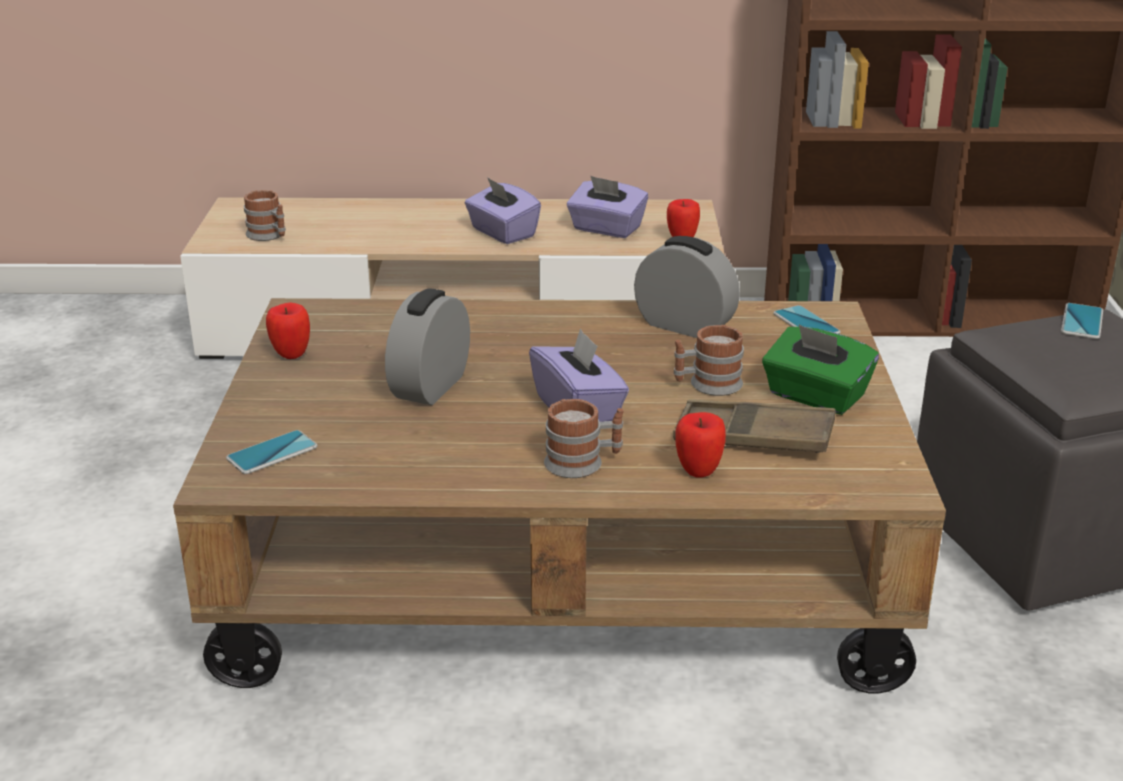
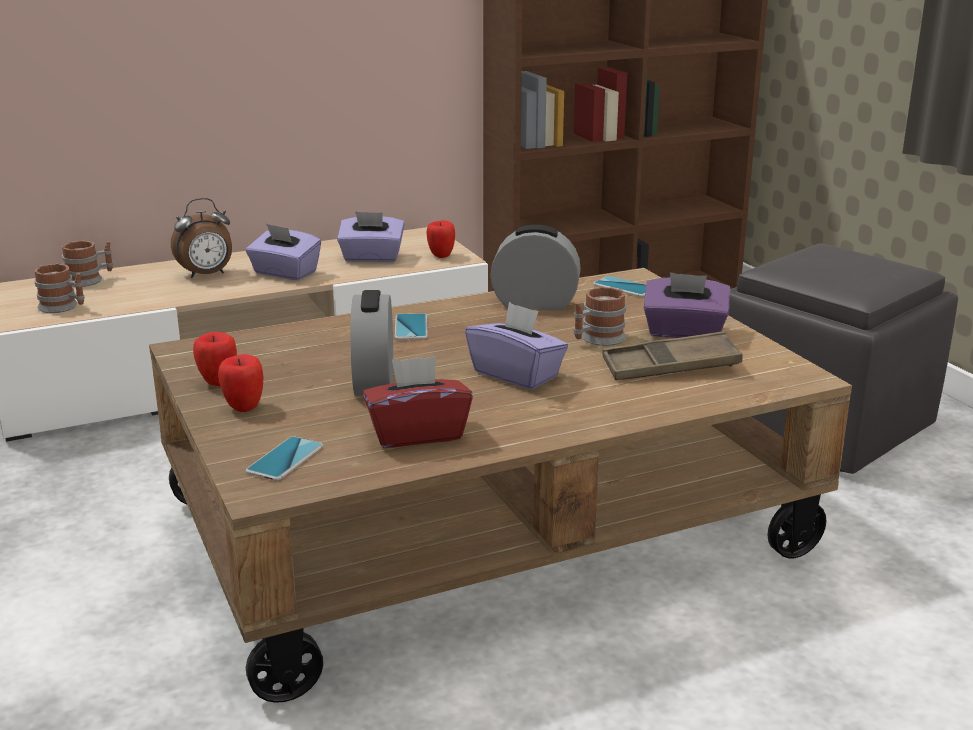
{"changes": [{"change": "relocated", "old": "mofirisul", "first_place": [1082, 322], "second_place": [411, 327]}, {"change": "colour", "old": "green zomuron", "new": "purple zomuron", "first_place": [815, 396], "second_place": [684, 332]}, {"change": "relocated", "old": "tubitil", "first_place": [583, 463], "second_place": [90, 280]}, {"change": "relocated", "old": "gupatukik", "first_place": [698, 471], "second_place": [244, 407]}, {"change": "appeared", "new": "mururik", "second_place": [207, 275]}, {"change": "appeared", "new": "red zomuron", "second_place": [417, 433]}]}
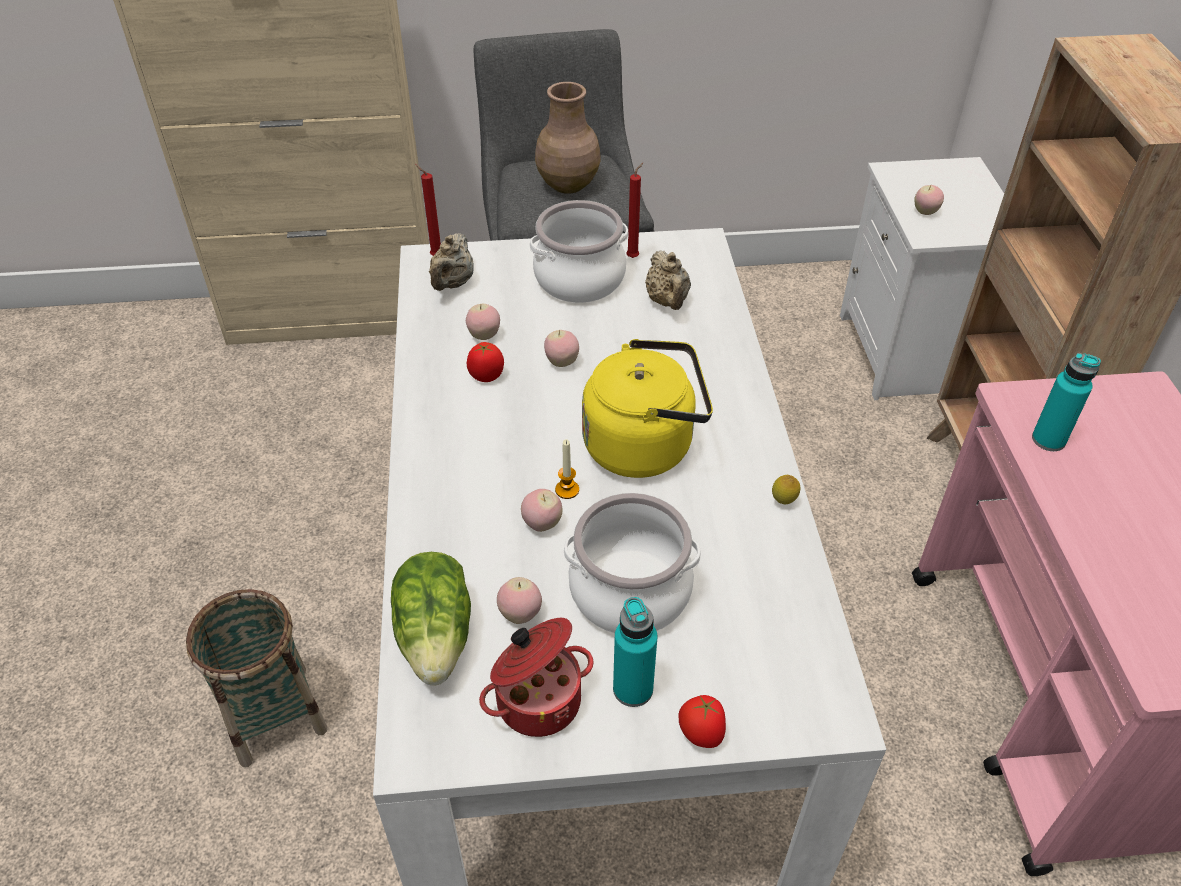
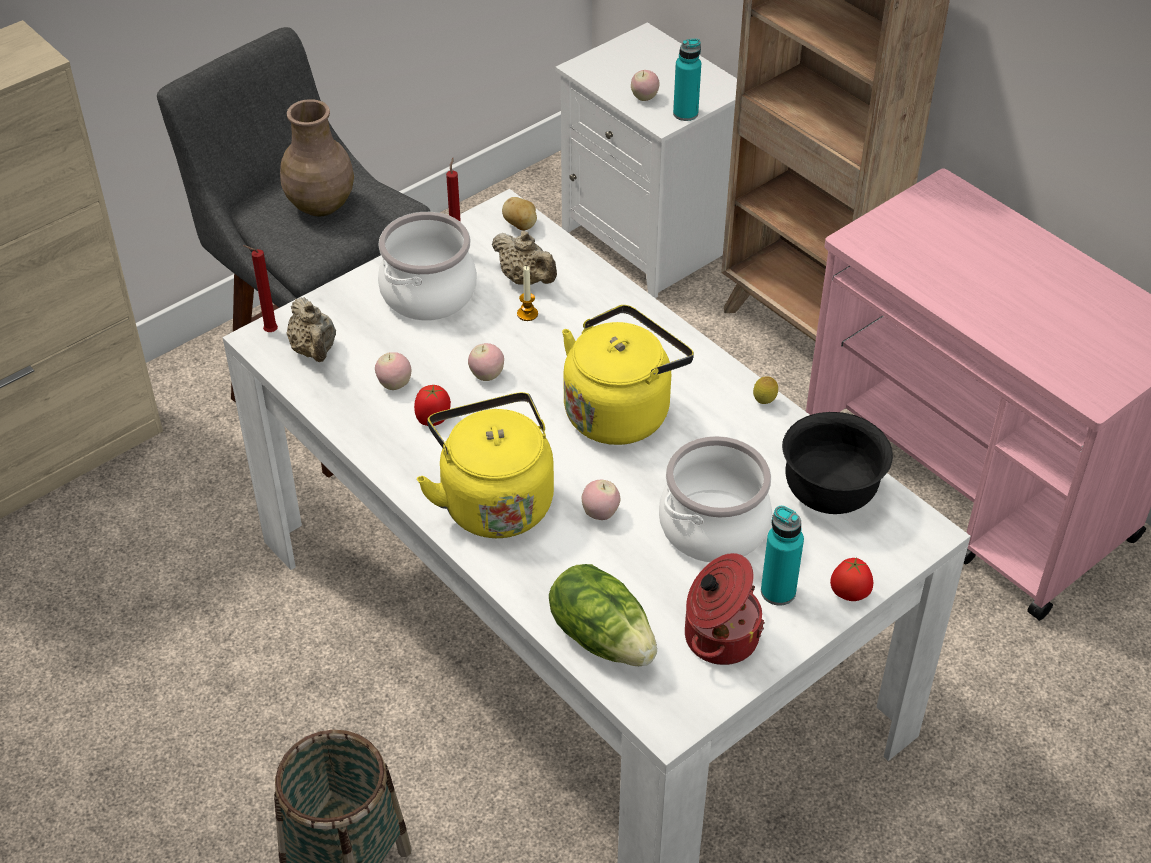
{"changes": [{"change": "relocated", "old": "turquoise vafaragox", "first_place": [1048, 440], "second_place": [685, 113]}, {"change": "relocated", "old": "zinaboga", "first_place": [567, 490], "second_place": [527, 314]}, {"change": "missing", "old": "gupatukik", "first_place": [520, 614]}, {"change": "appeared", "new": "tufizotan", "second_place": [520, 225]}, {"change": "appeared", "new": "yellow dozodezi", "second_place": [494, 500]}, {"change": "appeared", "new": "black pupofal", "second_place": [830, 495]}]}
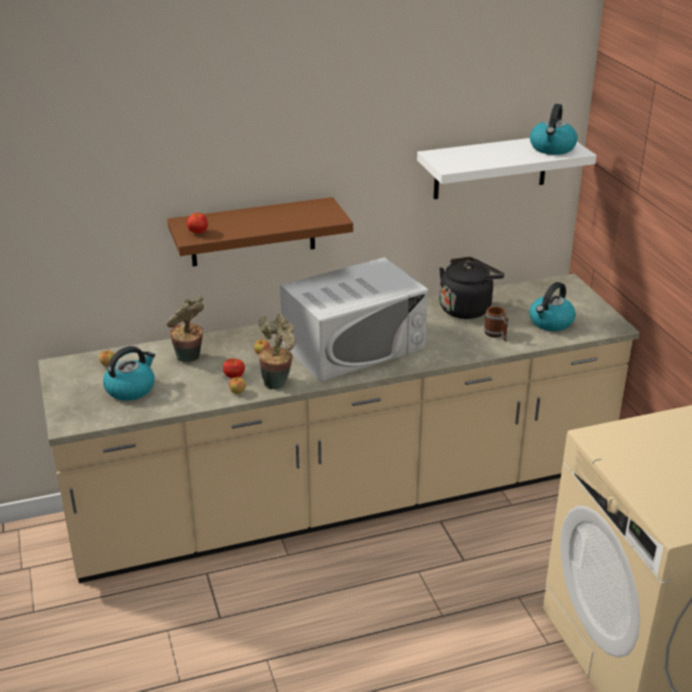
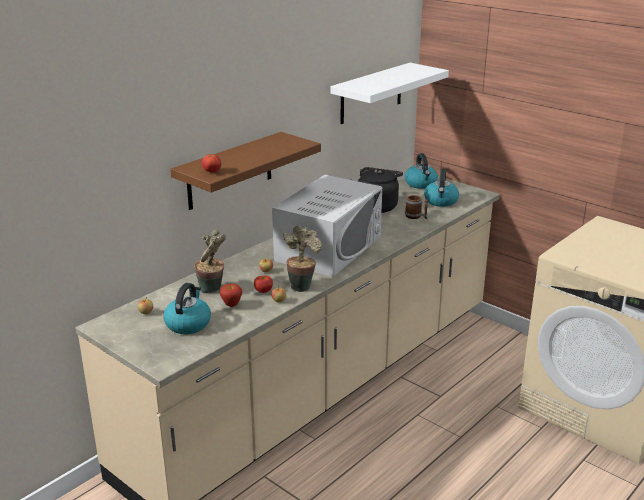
{"changes": [{"change": "relocated", "old": "dozodezi", "first_place": [552, 148], "second_place": [421, 184]}, {"change": "appeared", "new": "gupatukik", "second_place": [231, 305]}]}
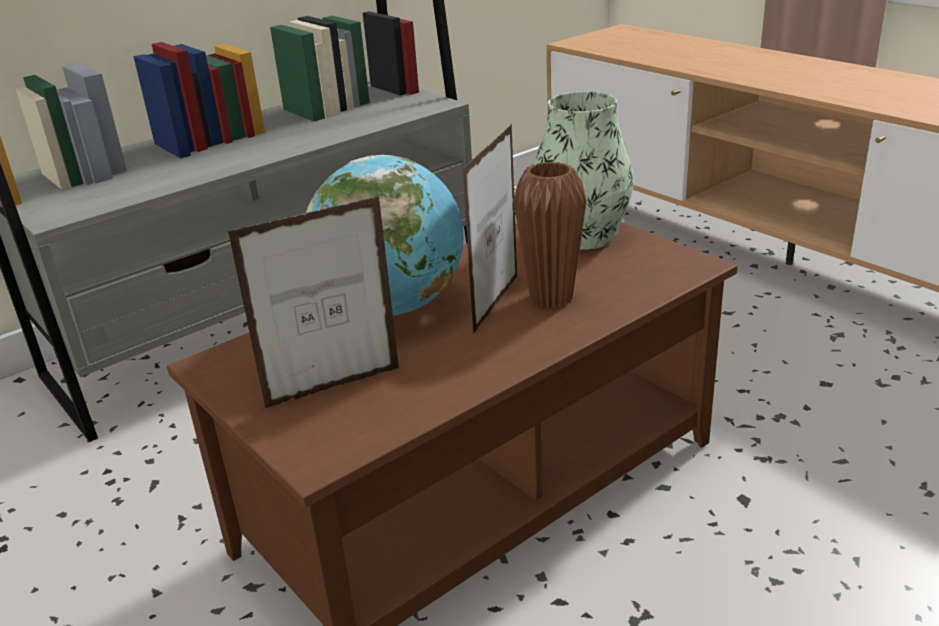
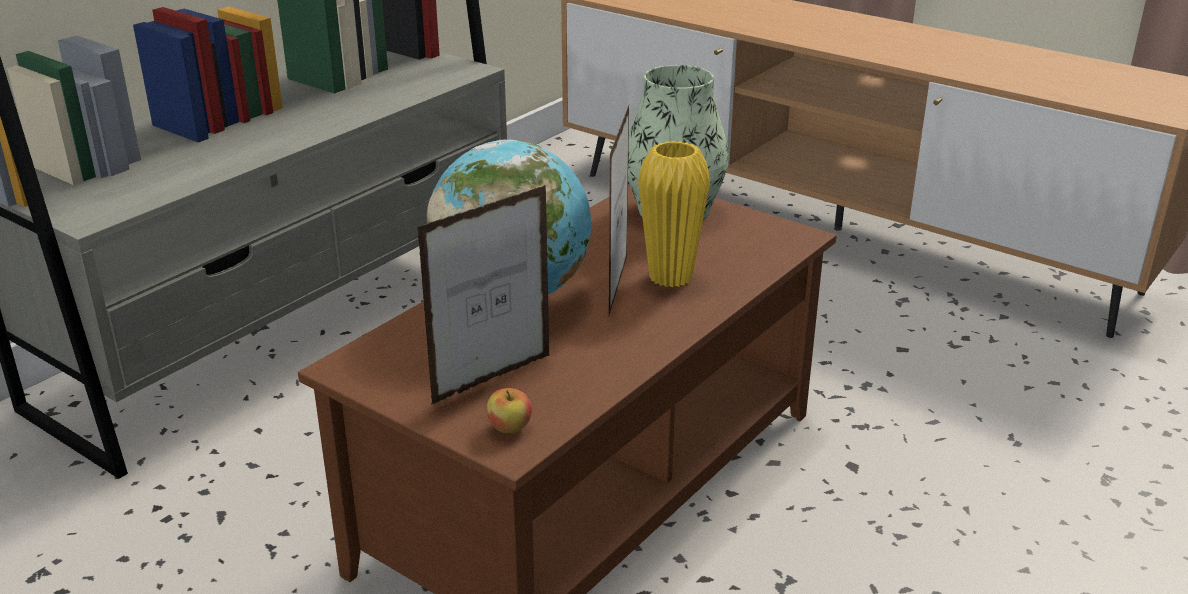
{"changes": [{"change": "colour", "old": "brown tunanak", "new": "yellow tunanak", "first_place": [551, 298], "second_place": [670, 277]}, {"change": "appeared", "new": "gupatukik", "second_place": [510, 428]}]}
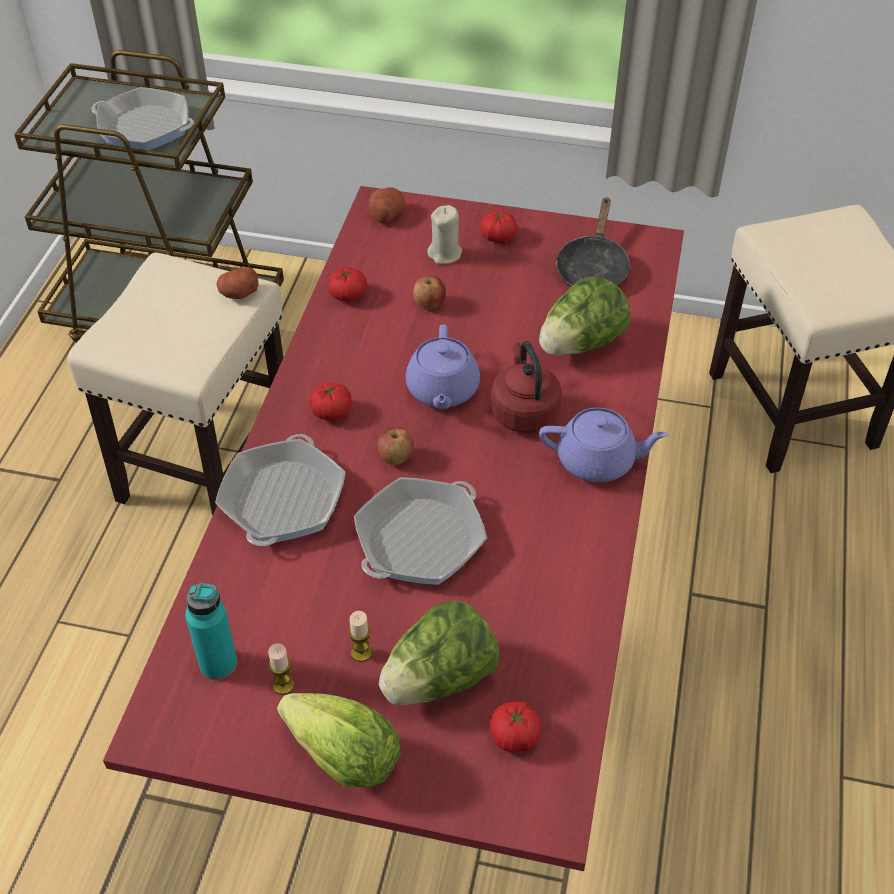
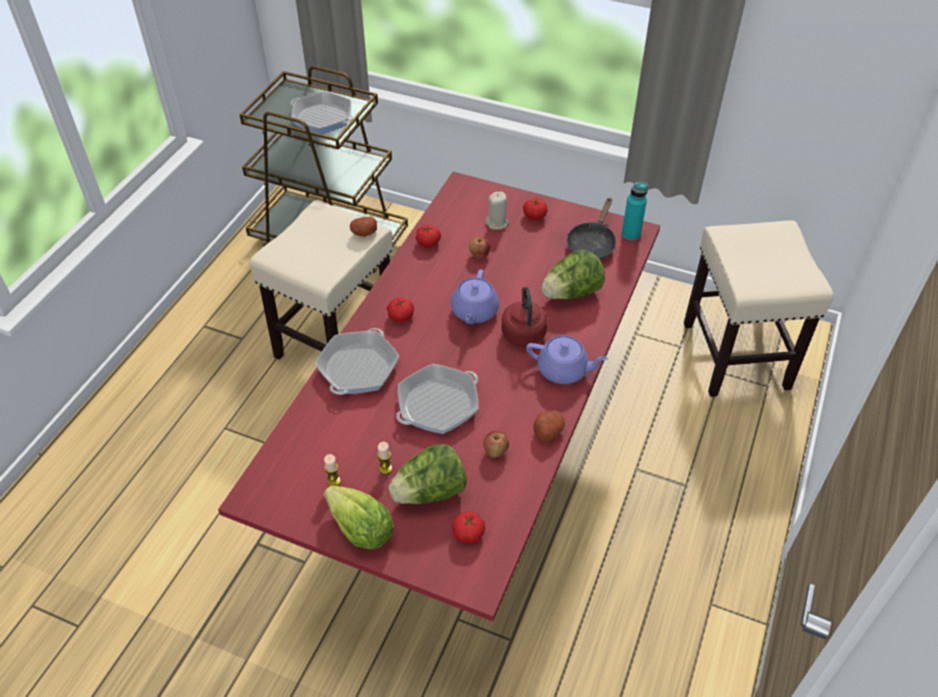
{"changes": [{"change": "relocated", "old": "tufizotan", "first_place": [386, 214], "second_place": [548, 431]}, {"change": "relocated", "old": "gupatukik", "first_place": [395, 457], "second_place": [495, 451]}, {"change": "relocated", "old": "turquoise vafaragox", "first_place": [218, 663], "second_place": [631, 234]}]}
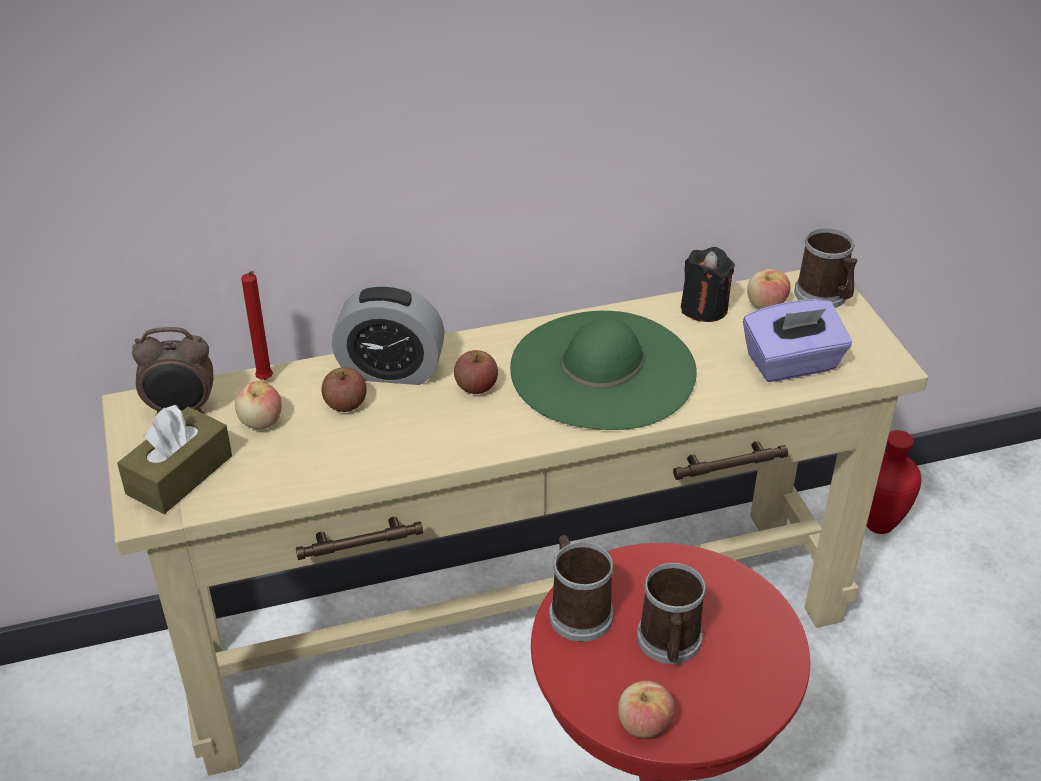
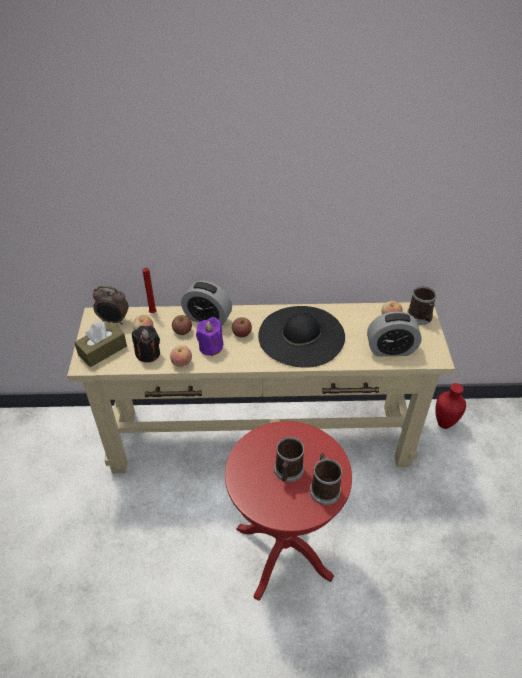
{"changes": [{"change": "relocated", "old": "black zinaboga", "first_place": [704, 308], "second_place": [148, 354]}, {"change": "exchanged", "old": "purple zomuron", "new": "mururik", "first_place": [792, 364], "second_place": [391, 349]}, {"change": "colour", "old": "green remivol", "new": "black remivol", "first_place": [603, 370], "second_place": [301, 336]}, {"change": "relocated", "old": "tubitil", "first_place": [577, 610], "second_place": [324, 487]}, {"change": "relocated", "old": "gupatukik", "first_place": [643, 724], "second_place": [181, 362]}, {"change": "appeared", "new": "purple zinaboga", "second_place": [210, 347]}]}
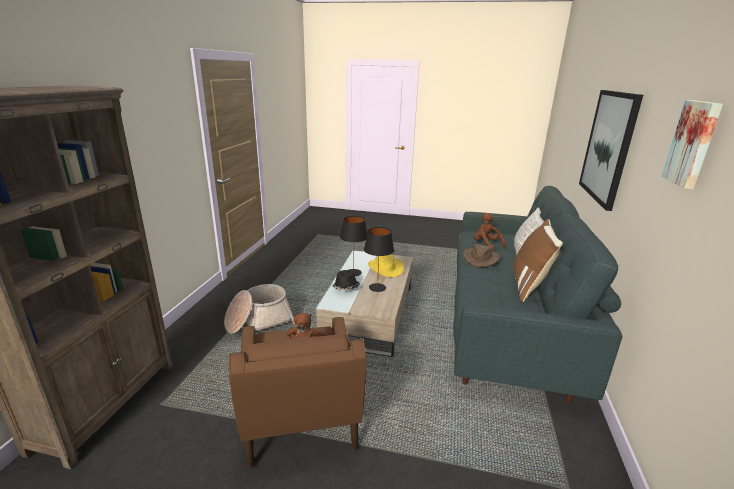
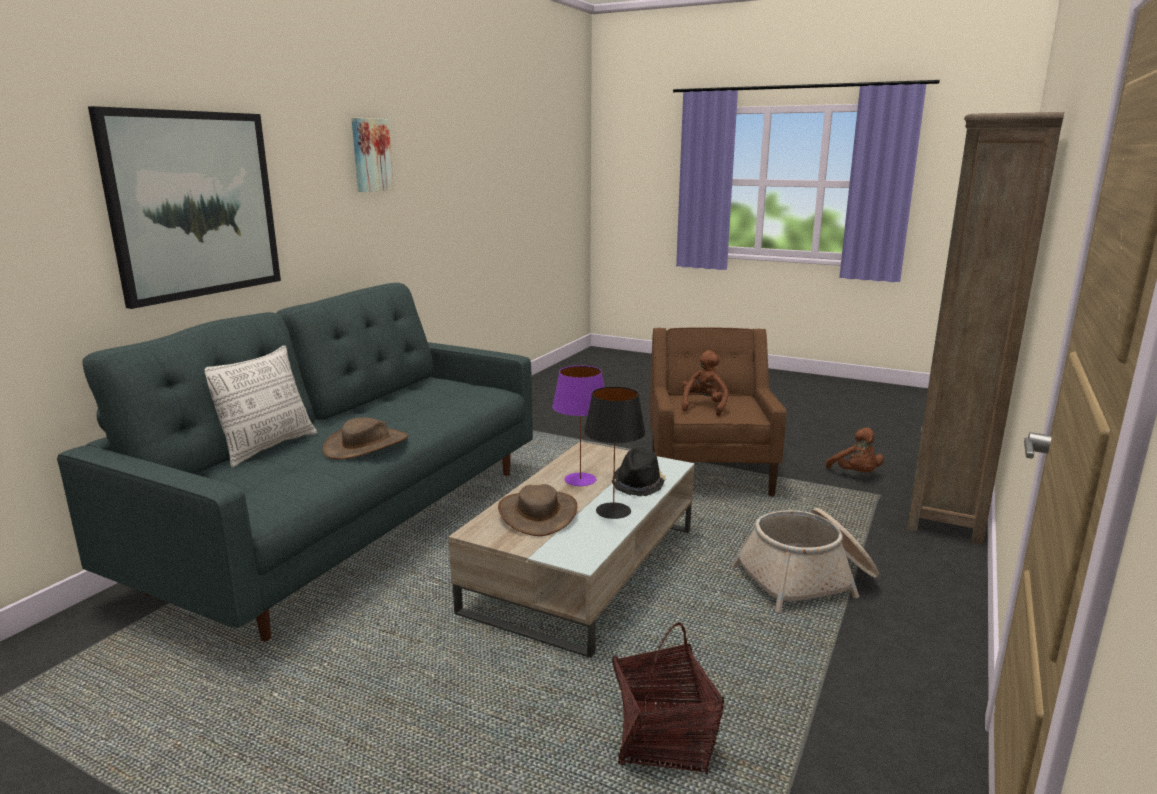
{"changes": [{"change": "relocated", "old": "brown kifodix", "first_place": [486, 244], "second_place": [856, 474]}, {"change": "missing", "old": "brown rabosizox", "first_place": [529, 286]}, {"change": "colour", "old": "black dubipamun", "new": "purple dubipamun", "first_place": [377, 287], "second_place": [579, 479]}, {"change": "colour", "old": "yellow remivol", "new": "brown remivol", "first_place": [385, 268], "second_place": [538, 513]}, {"change": "appeared", "new": "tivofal", "second_place": [663, 739]}]}
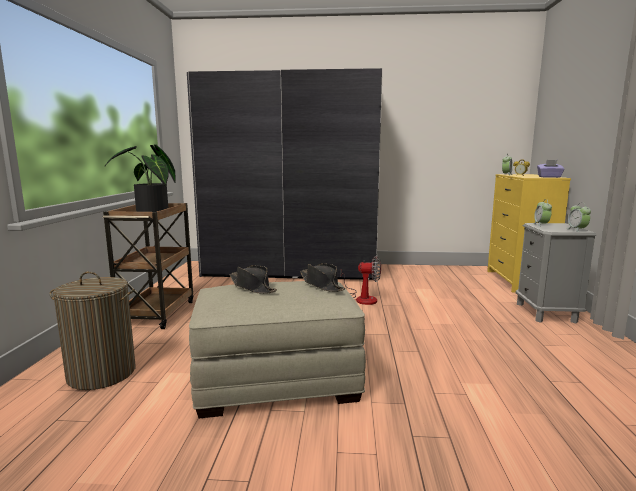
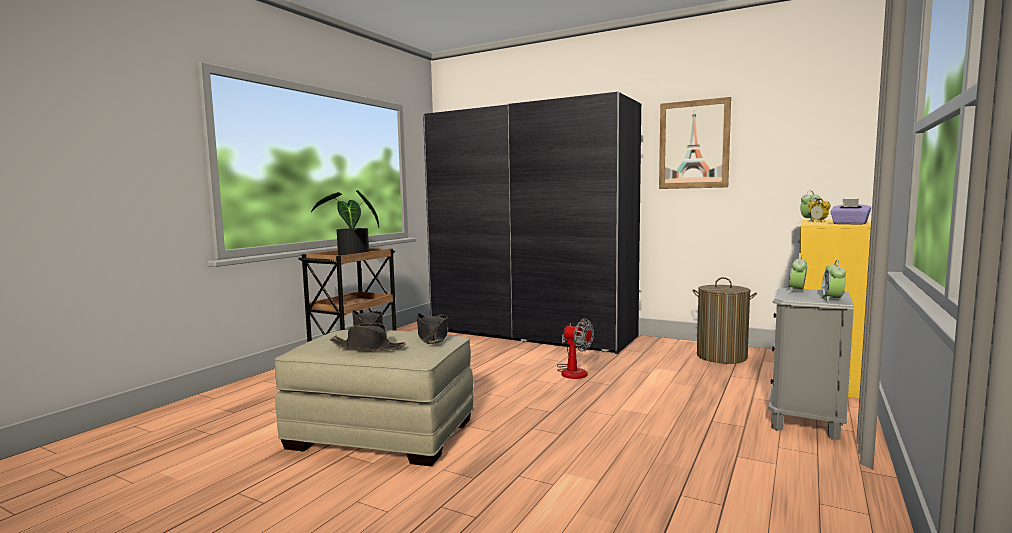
{"changes": [{"change": "relocated", "old": "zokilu", "first_place": [102, 373], "second_place": [721, 356]}, {"change": "appeared", "new": "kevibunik", "second_place": [693, 144]}, {"change": "appeared", "new": "black remivol", "second_place": [368, 347]}]}
